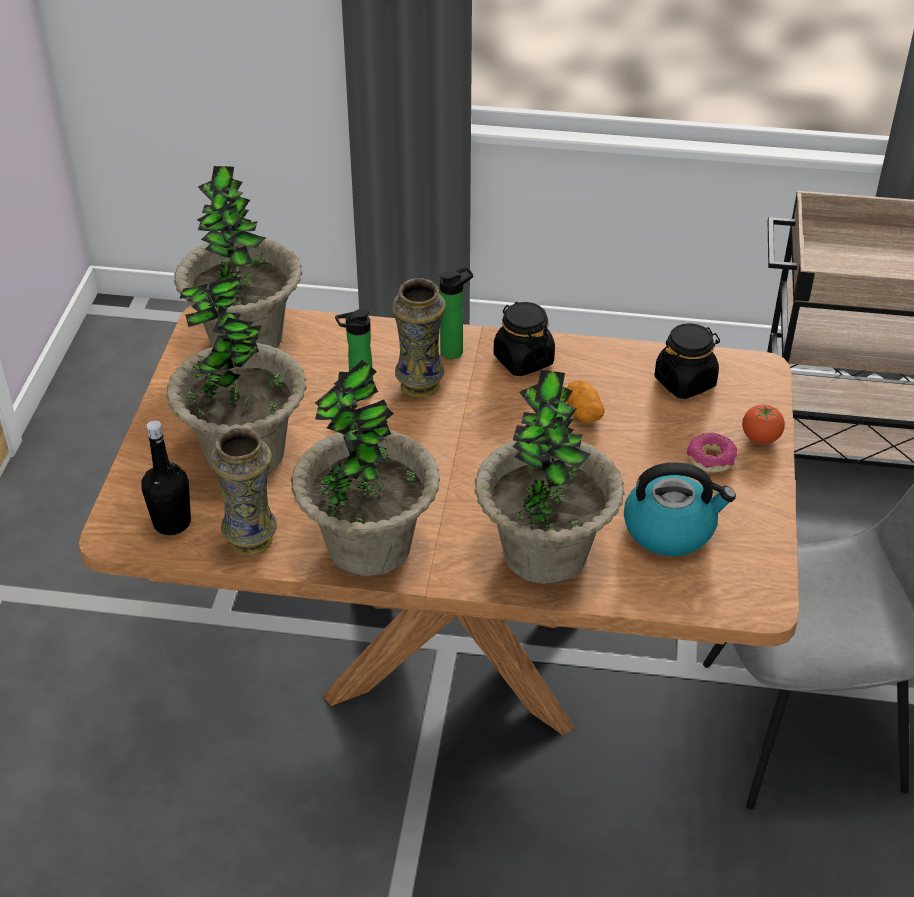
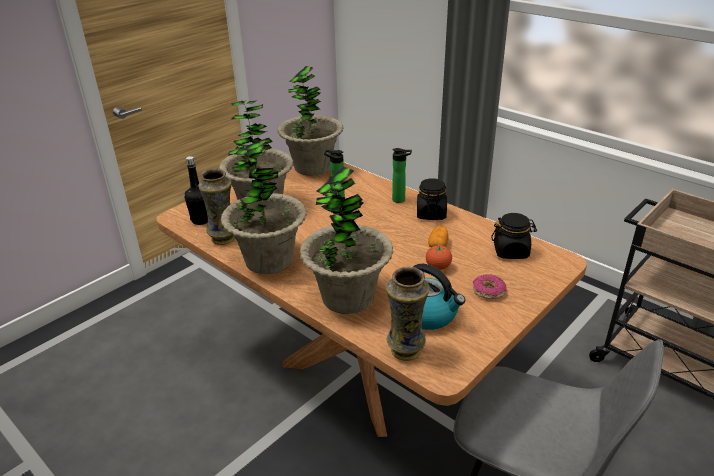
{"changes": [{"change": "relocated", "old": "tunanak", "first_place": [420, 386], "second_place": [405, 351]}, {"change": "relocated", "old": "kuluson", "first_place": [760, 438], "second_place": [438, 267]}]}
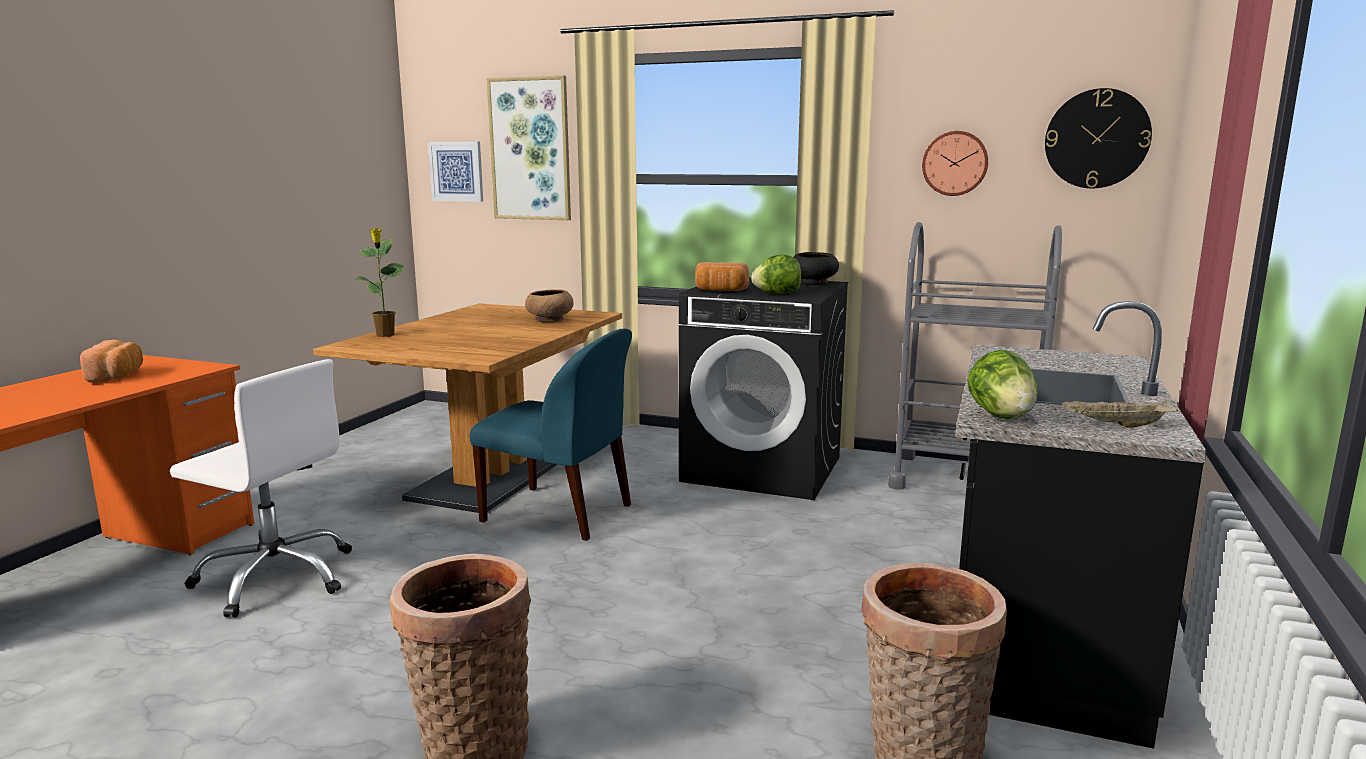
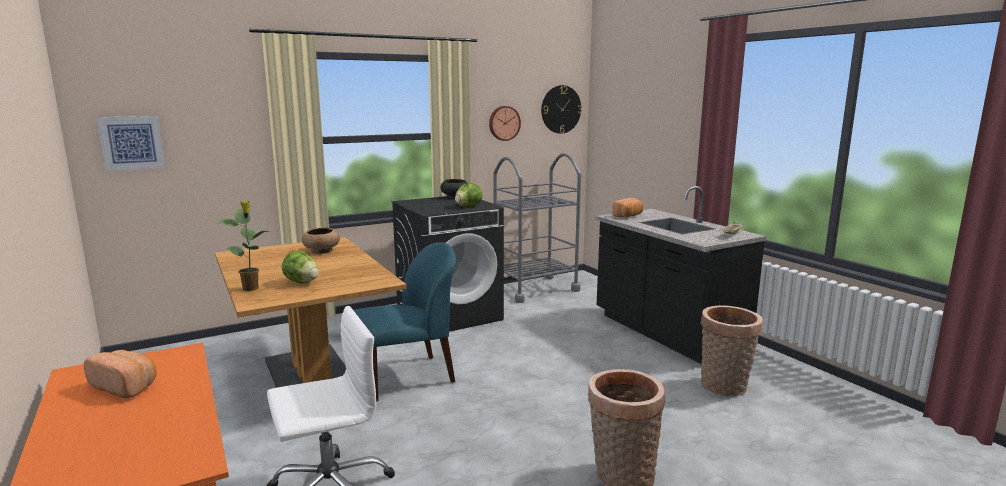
{"changes": [{"change": "missing", "old": "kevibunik", "first_place": [530, 149]}, {"change": "relocated", "old": "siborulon", "first_place": [721, 291], "second_place": [628, 216]}, {"change": "relocated", "old": "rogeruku", "first_place": [1001, 416], "second_place": [301, 282]}]}
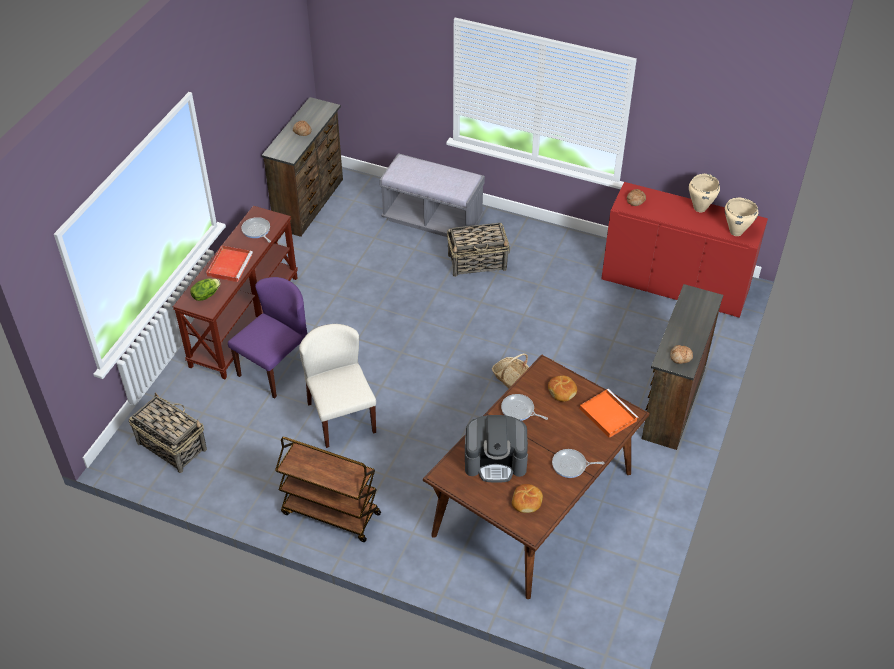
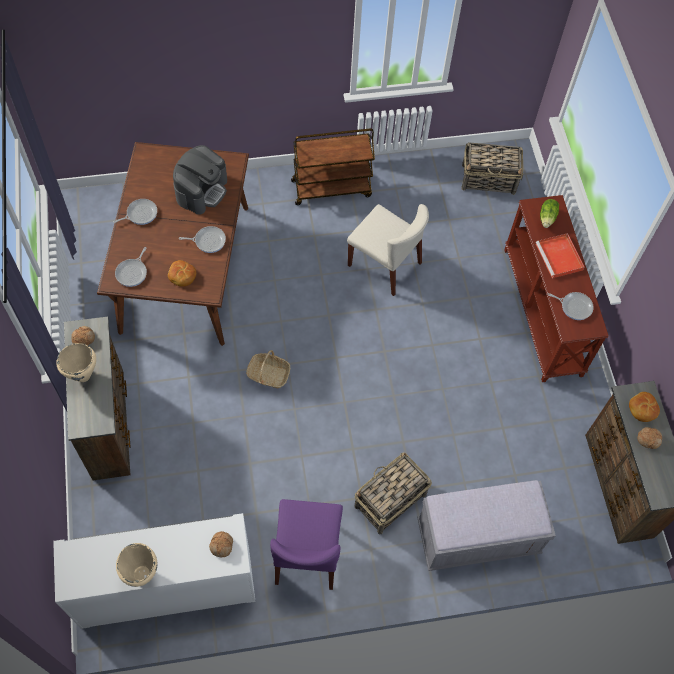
{"changes": [{"change": "colour", "old": "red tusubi", "new": "white tusubi", "first_place": [675, 284], "second_place": [166, 587]}, {"change": "relocated", "old": "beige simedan", "first_place": [735, 232], "second_place": [83, 375]}, {"change": "relocated", "old": "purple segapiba", "first_place": [276, 368], "second_place": [307, 555]}, {"change": "exchanged", "old": "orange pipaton", "new": "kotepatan", "first_place": [607, 414], "second_place": [132, 272]}, {"change": "spun", "old": "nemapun", "first_place": [495, 461], "second_place": [201, 190], "degrees": 150}, {"change": "relocated", "old": "siborulon", "first_place": [527, 501], "second_place": [642, 409]}]}
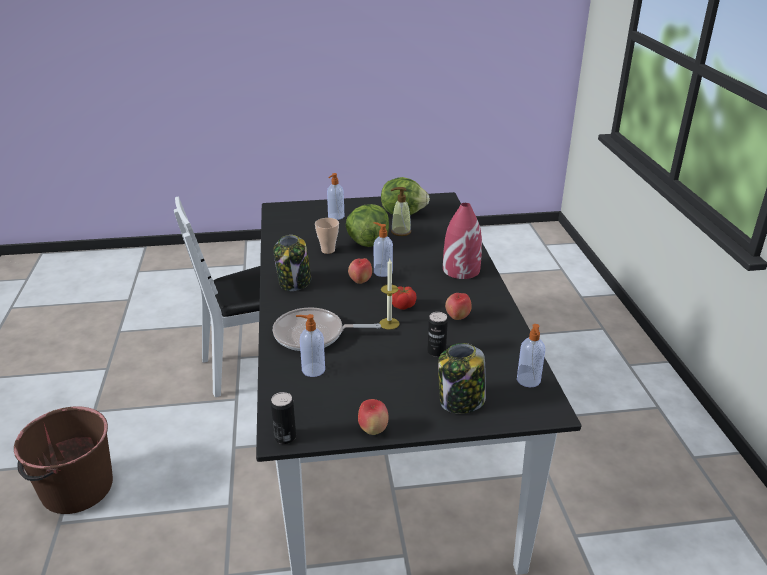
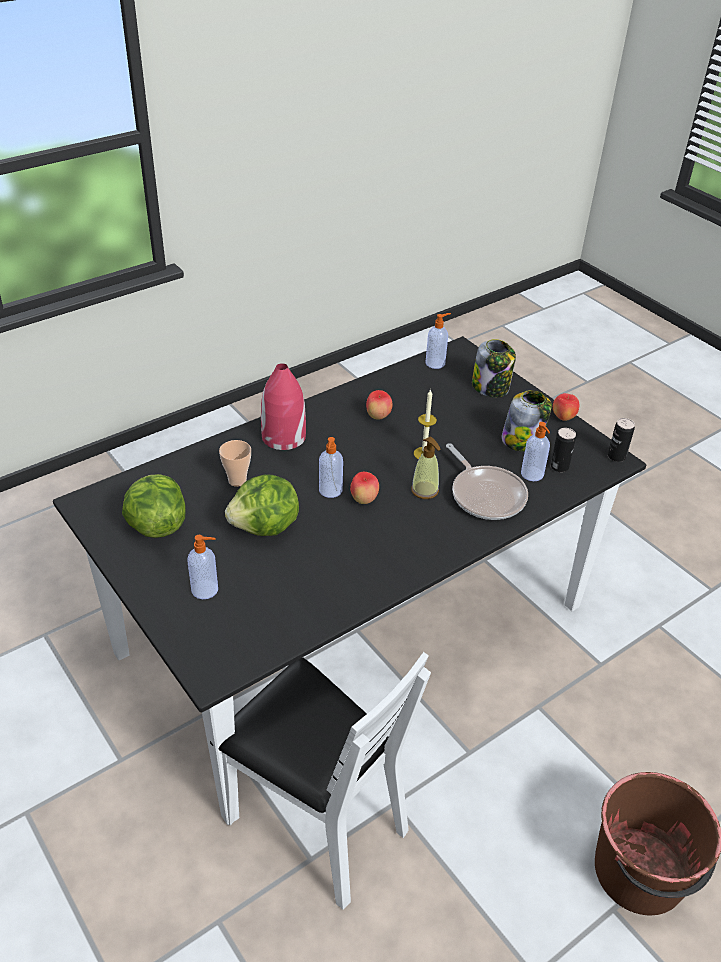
{"changes": [{"change": "relocated", "old": "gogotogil", "first_place": [400, 232], "second_place": [425, 490]}, {"change": "relocated", "old": "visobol", "first_place": [328, 250], "second_place": [237, 480]}, {"change": "relocated", "old": "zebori", "first_place": [294, 282], "second_place": [522, 440]}, {"change": "missing", "old": "kuluson", "first_place": [403, 306]}, {"change": "relocated", "old": "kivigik", "first_place": [436, 352], "second_place": [559, 467]}]}
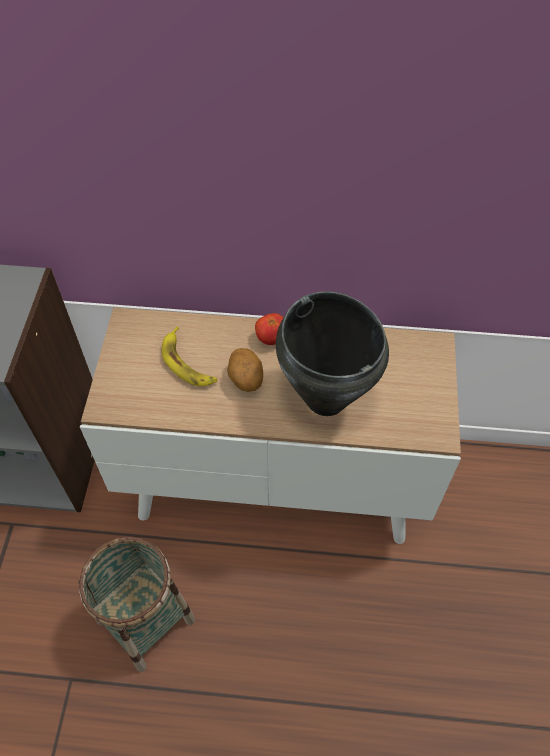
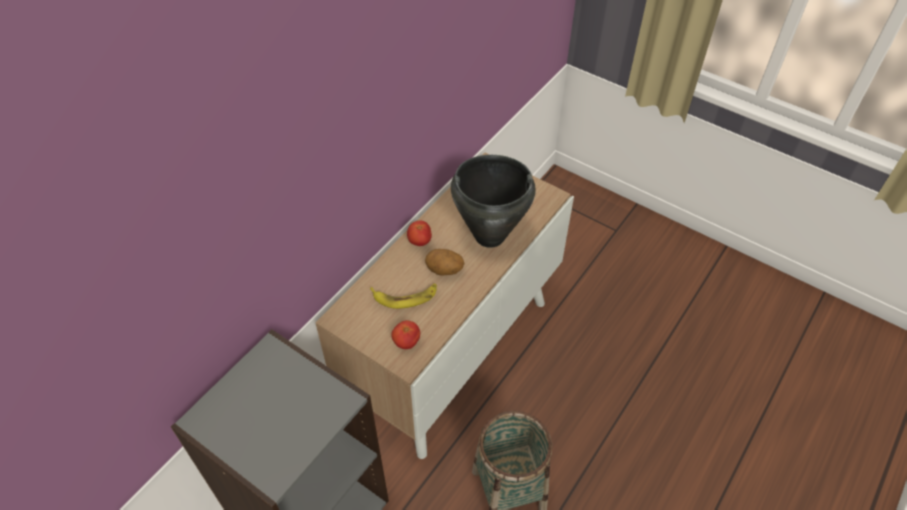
{"changes": [{"change": "appeared", "new": "kuluson", "second_place": [406, 342]}]}
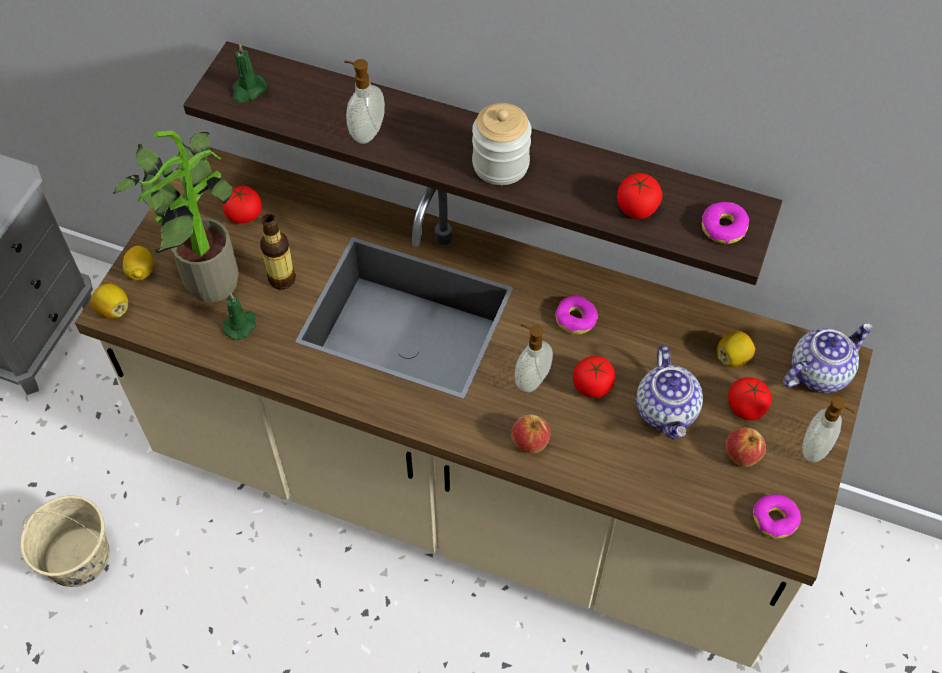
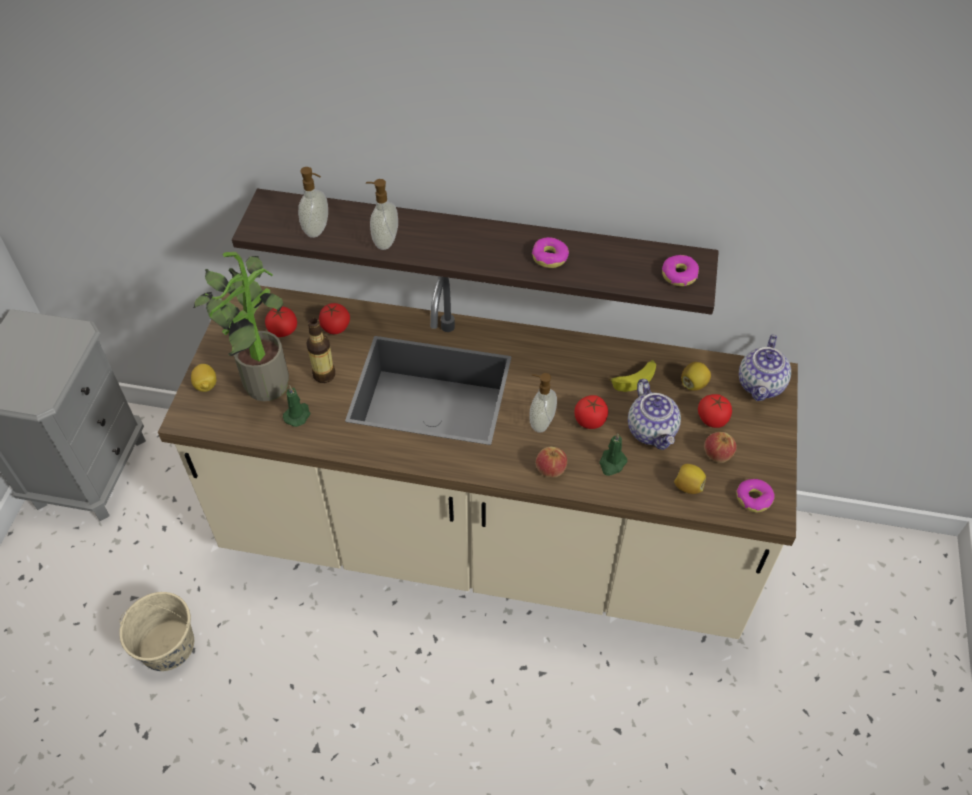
{"changes": [{"change": "relocated", "old": "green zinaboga", "first_place": [248, 90], "second_place": [612, 463]}, {"change": "missing", "old": "zebori", "first_place": [500, 164]}, {"change": "relocated", "old": "kuluson", "first_place": [636, 208], "second_place": [335, 327]}, {"change": "relocated", "old": "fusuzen", "first_place": [113, 309], "second_place": [688, 486]}, {"change": "relocated", "old": "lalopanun", "first_place": [575, 319], "second_place": [550, 257]}, {"change": "spun", "old": "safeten", "first_place": [819, 371], "second_place": [761, 385], "degrees": 150}, {"change": "relocated", "old": "gogotogil", "first_place": [816, 449], "second_place": [317, 229]}, {"change": "appeared", "new": "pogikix", "second_place": [634, 378]}]}
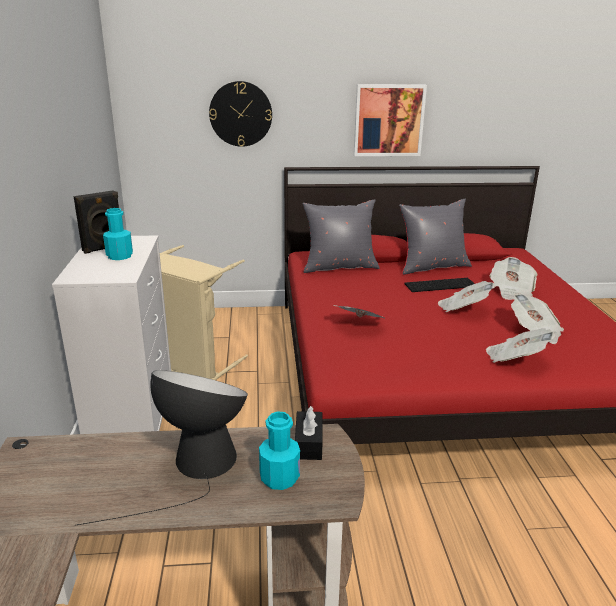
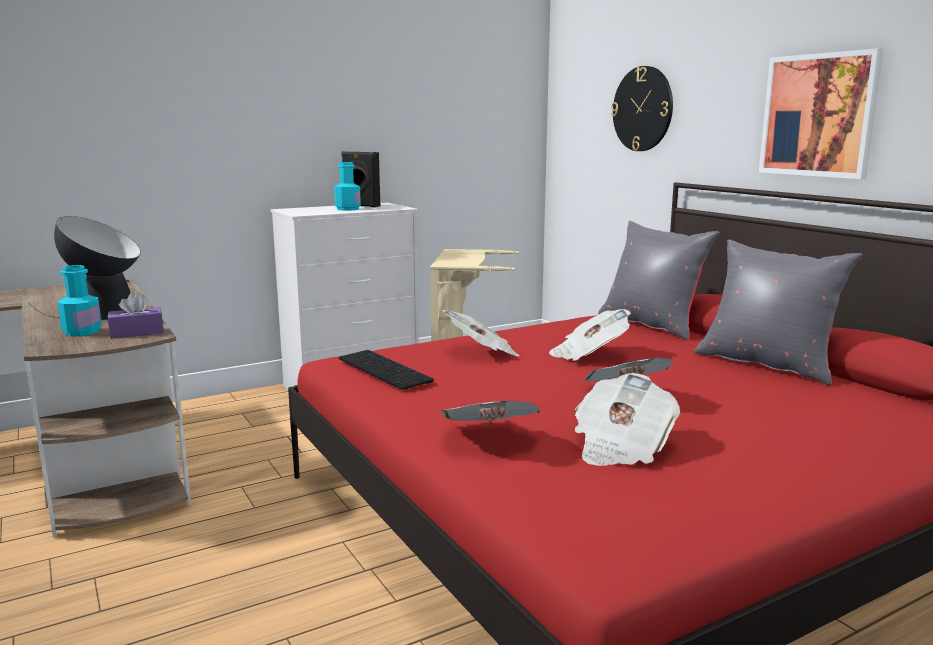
{"changes": [{"change": "relocated", "old": "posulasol", "first_place": [511, 291], "second_place": [588, 355]}, {"change": "relocated", "old": "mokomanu", "first_place": [440, 284], "second_place": [386, 369]}, {"change": "colour", "old": "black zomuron", "new": "purple zomuron", "first_place": [308, 443], "second_place": [137, 332]}]}
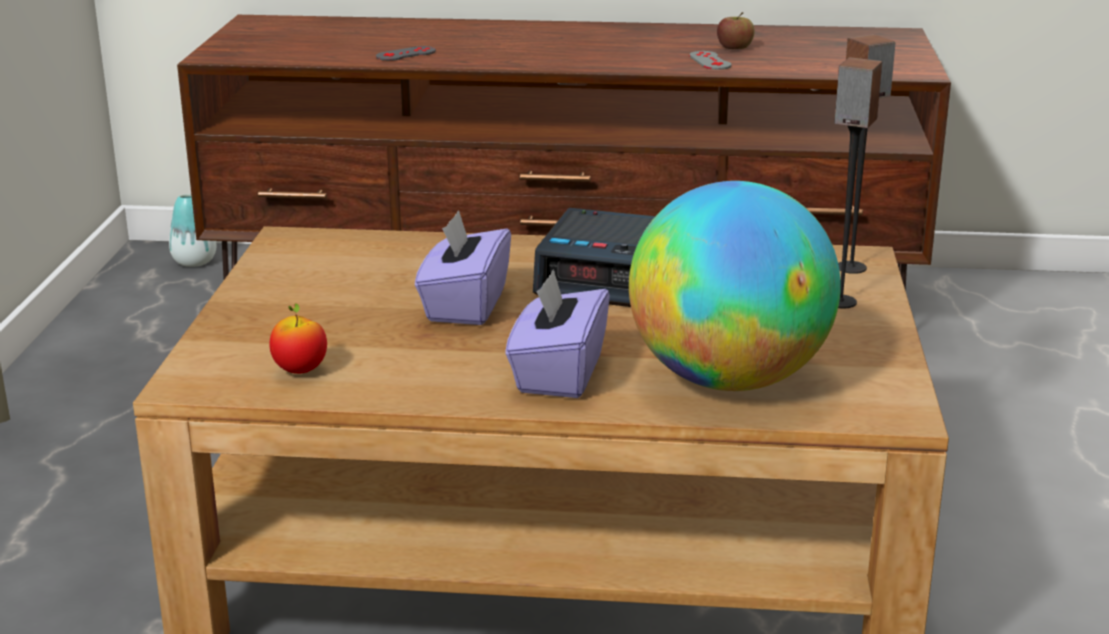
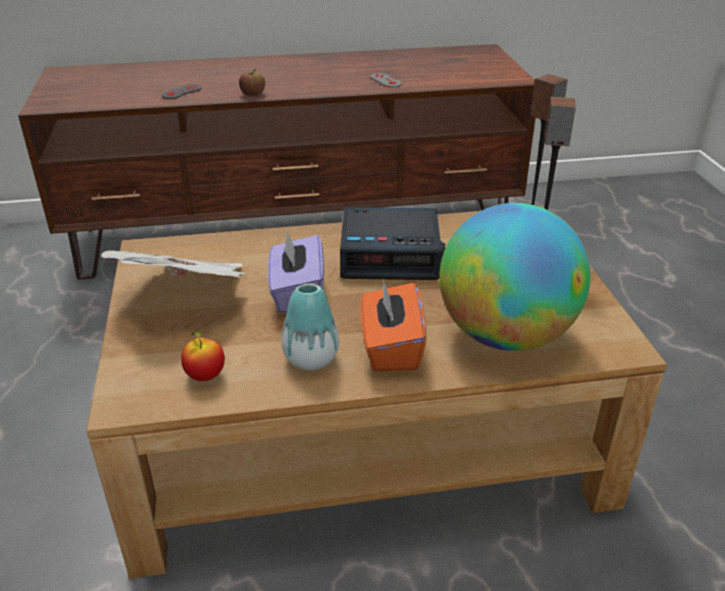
{"changes": [{"change": "relocated", "old": "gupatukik", "first_place": [734, 47], "second_place": [253, 94]}, {"change": "relocated", "old": "tunanak", "first_place": [194, 262], "second_place": [311, 359]}, {"change": "colour", "old": "purple zomuron", "new": "orange zomuron", "first_place": [558, 374], "second_place": [391, 348]}, {"change": "appeared", "new": "posulasol", "second_place": [187, 294]}]}
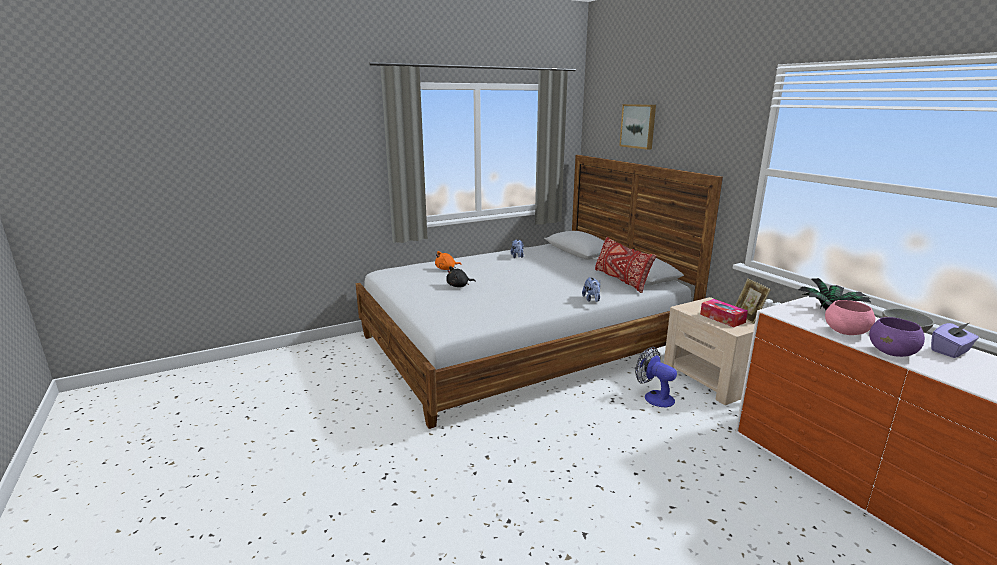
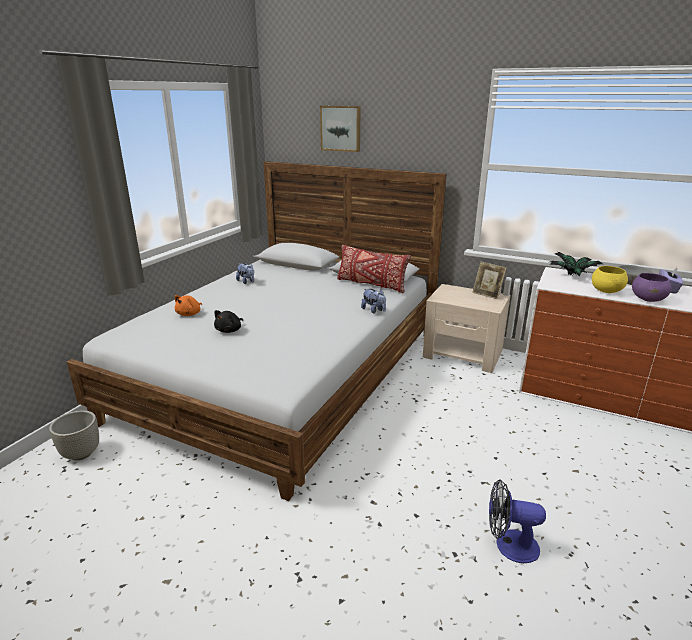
{"changes": [{"change": "missing", "old": "zomuron", "first_place": [722, 318]}, {"change": "colour", "old": "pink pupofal", "new": "yellow pupofal", "first_place": [845, 332], "second_place": [606, 291]}, {"change": "relocated", "old": "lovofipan", "first_place": [654, 397], "second_place": [509, 545]}, {"change": "appeared", "new": "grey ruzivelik", "second_place": [81, 453]}]}
